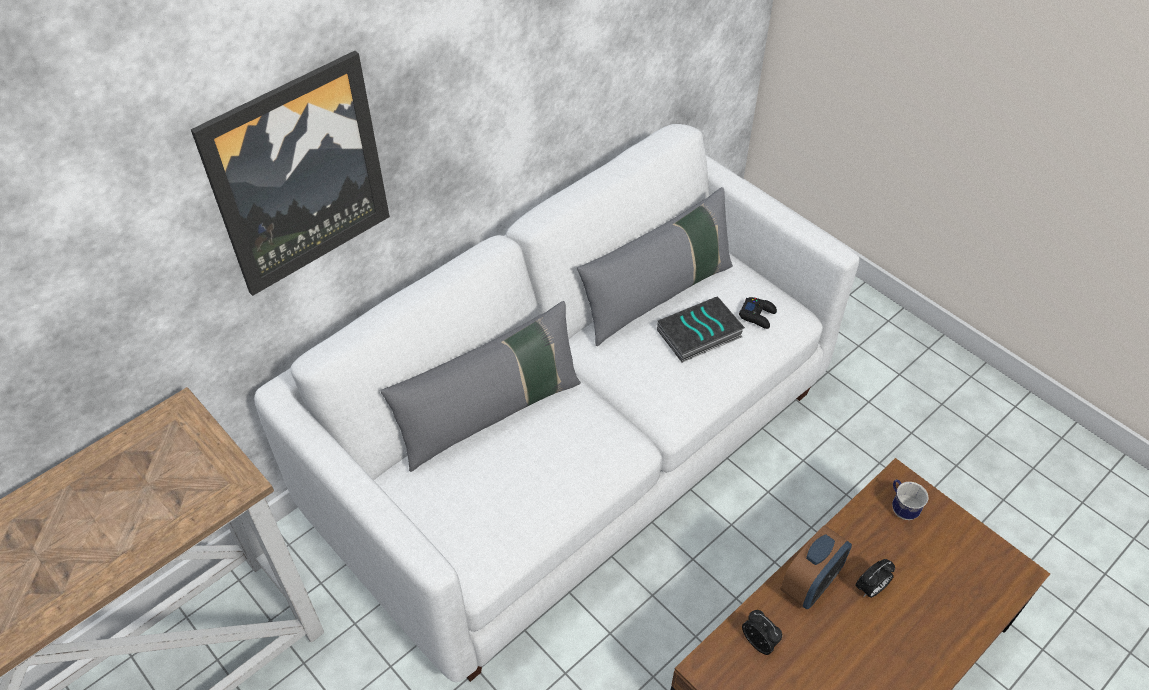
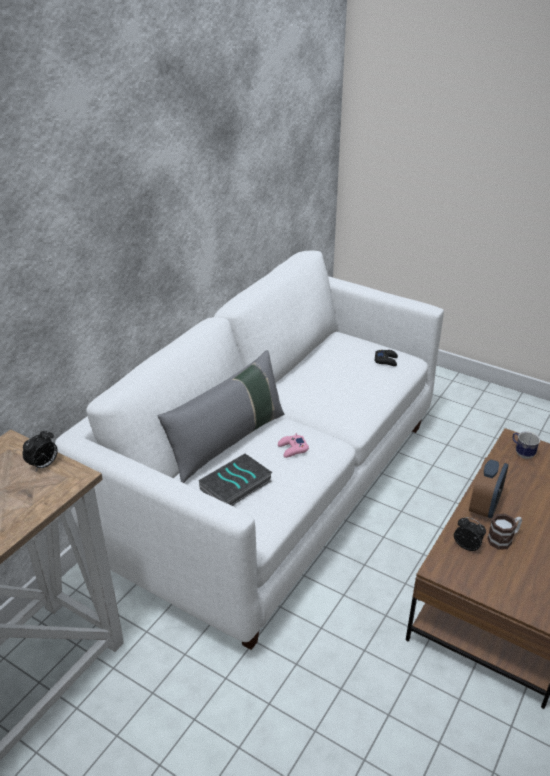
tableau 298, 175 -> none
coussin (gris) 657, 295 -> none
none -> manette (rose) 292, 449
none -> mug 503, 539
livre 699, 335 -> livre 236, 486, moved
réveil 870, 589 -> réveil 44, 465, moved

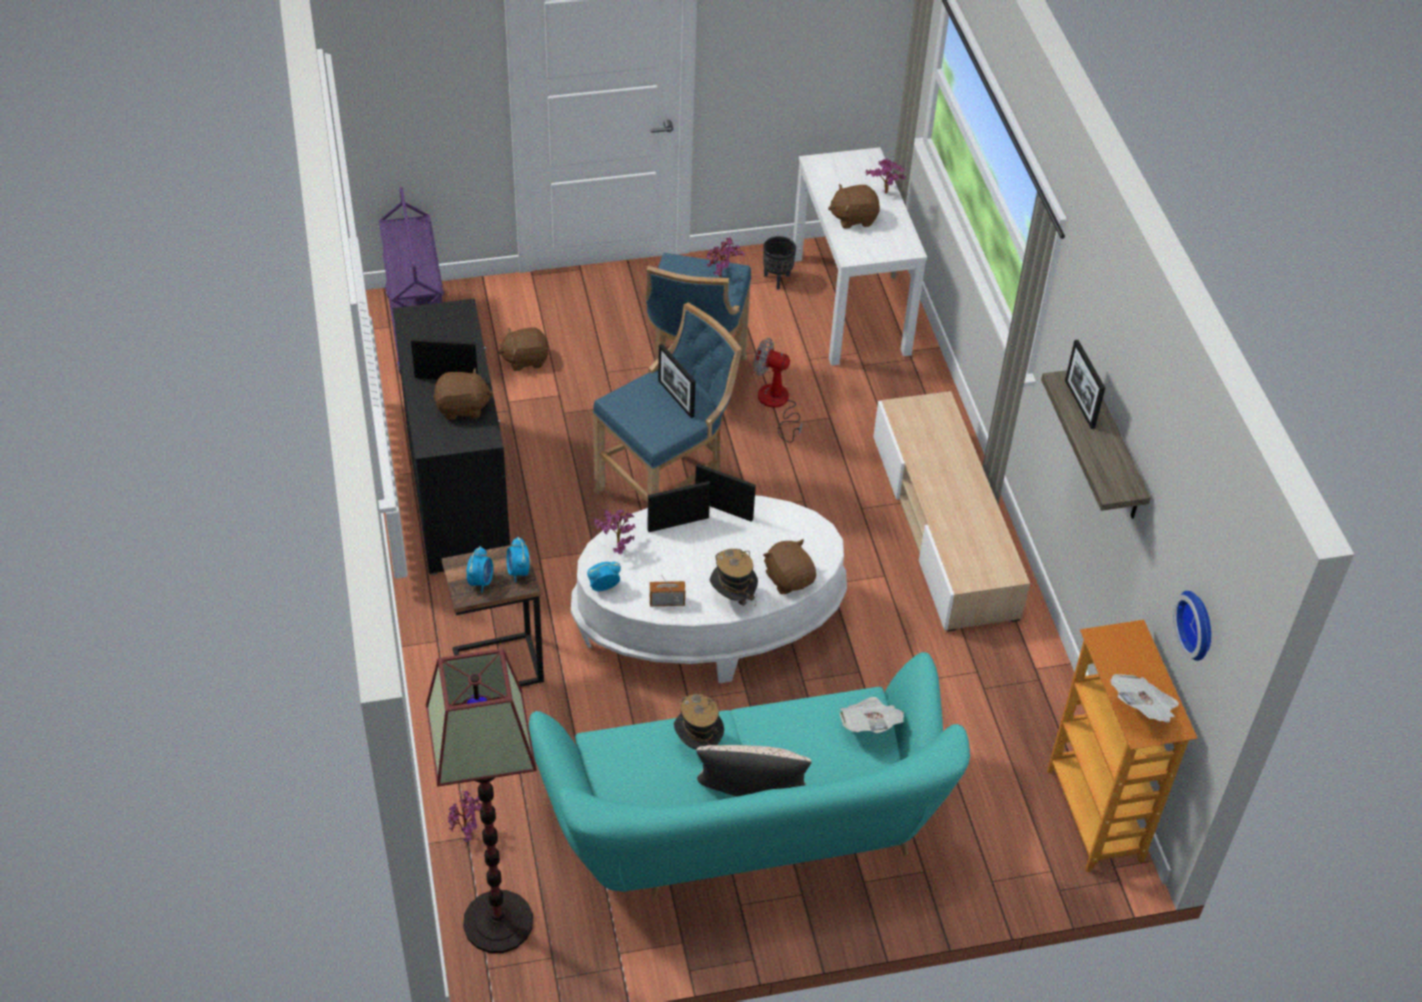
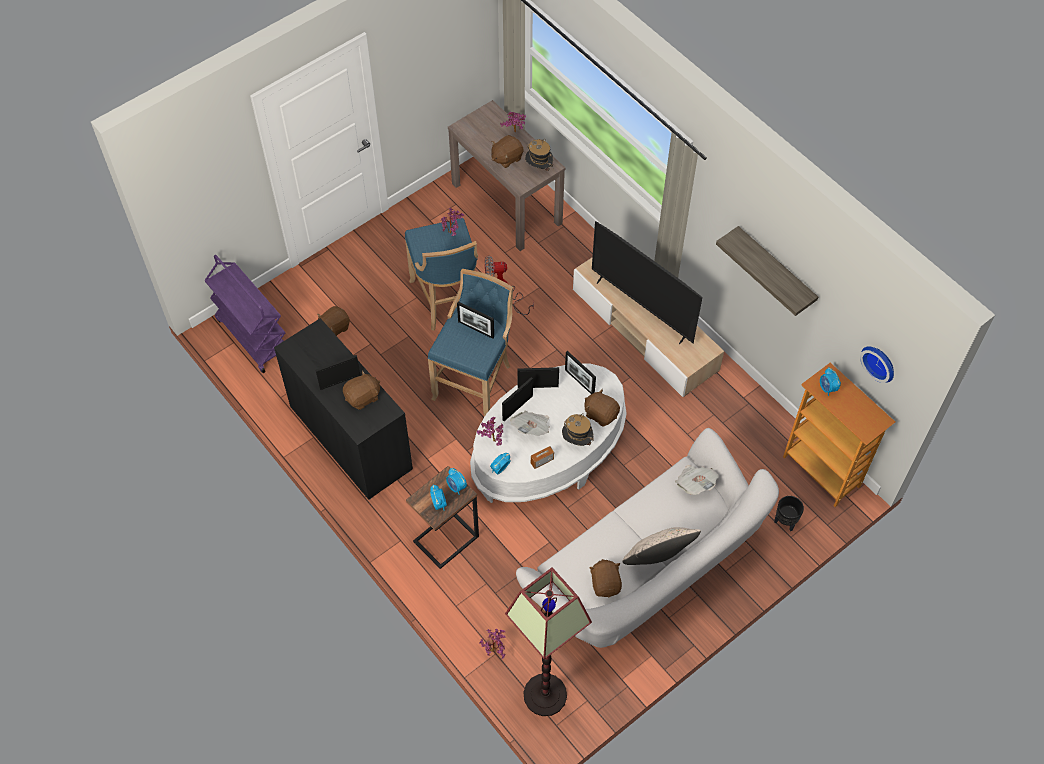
none -> peluche (marron) 605, 583
none -> téléviseur 642, 308
none -> réveil 827, 388
chapeau 698, 744 -> chapeau 539, 168, moved
cache-pot (noir) 777, 280 -> cache-pot (noir) 785, 522, moved
cadre photo 1079, 404 -> cadre photo 579, 382, moved
journal 1142, 709 -> journal 532, 428, moved
canapé (turquoise) 746, 831 -> canapé (blanc) 646, 572
table console (blanc) 850, 304 -> table console (marron) 507, 204

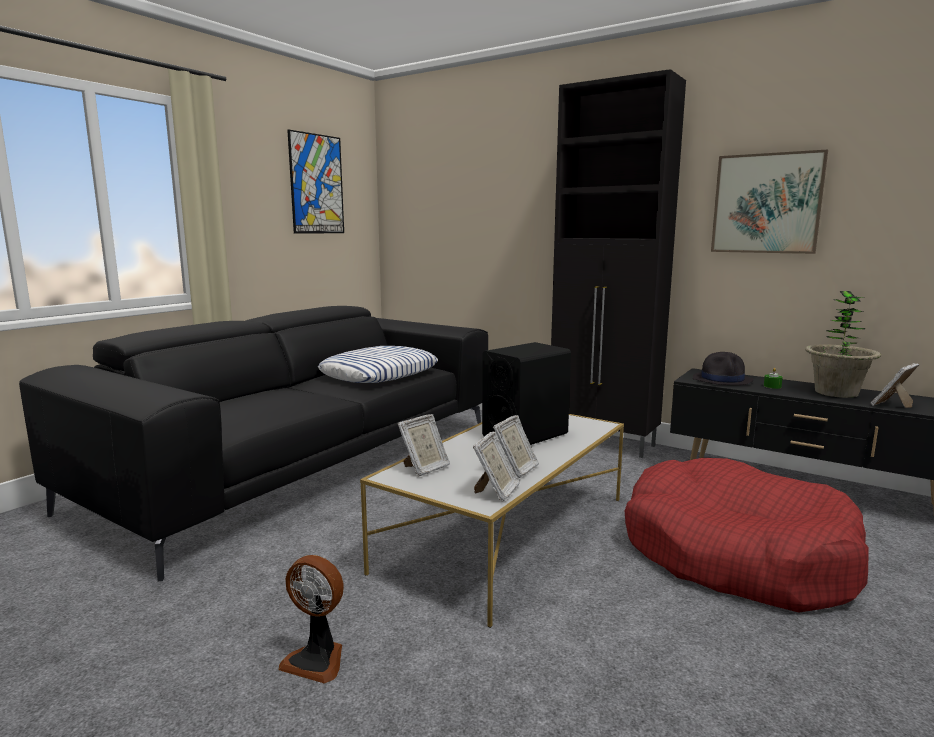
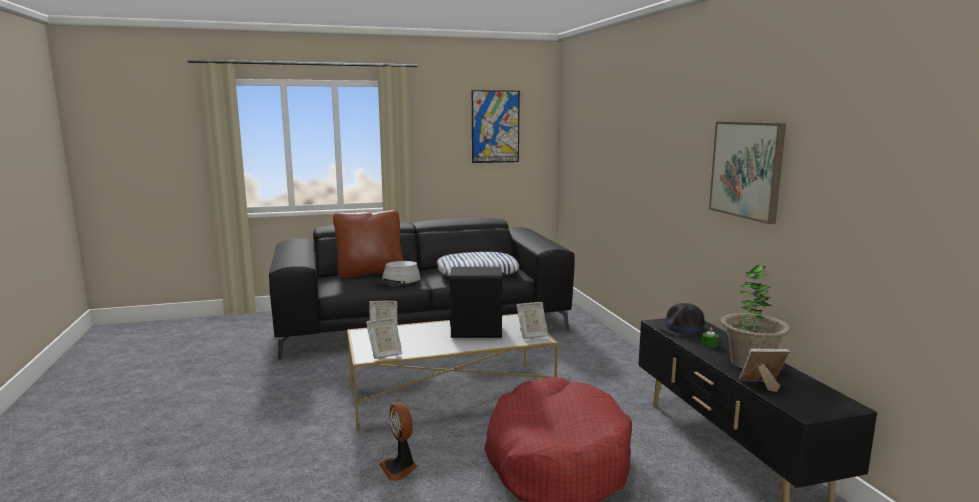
meuble de rangement (noir) 604, 443 -> none
none -> coussin (marron) 370, 272
none -> chapeau (gris) 397, 280
ventilateur 317, 660 -> ventilateur 400, 468, moved
cadre photo 515, 470 -> cadre photo 532, 335, moved

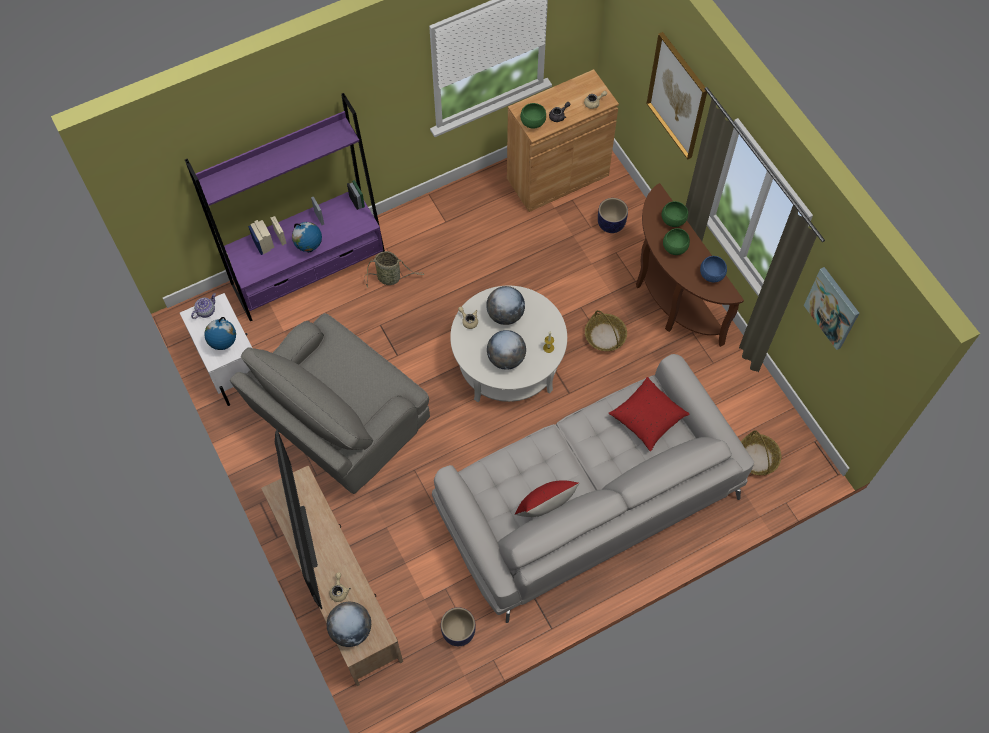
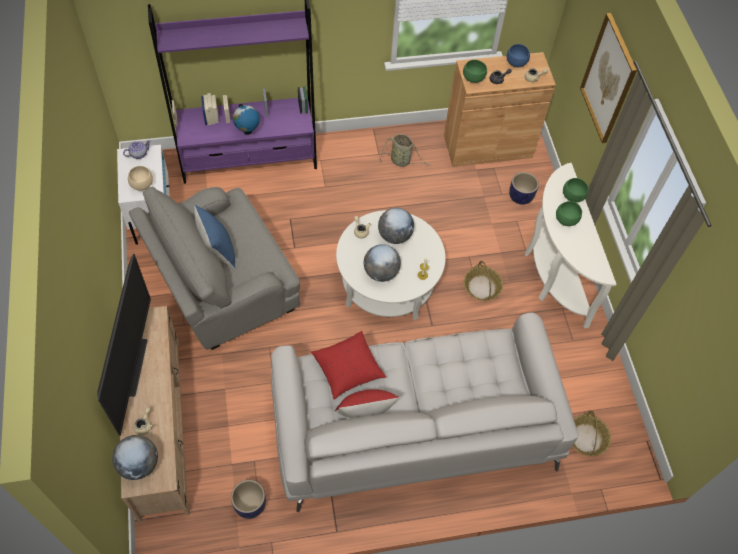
tableau 832, 308 -> none
none -> coussin (bleu) 217, 250
panier 390, 278 -> panier 401, 161, moved
coussin (rouge) 647, 418 -> coussin (rouge) 347, 369, moved
bol (bleu) 712, 275 -> bol (bleu) 516, 63, moved
globe 224, 345 -> bol (beige) 141, 185
table console (marron) 670, 298 -> table console (blanc) 552, 273

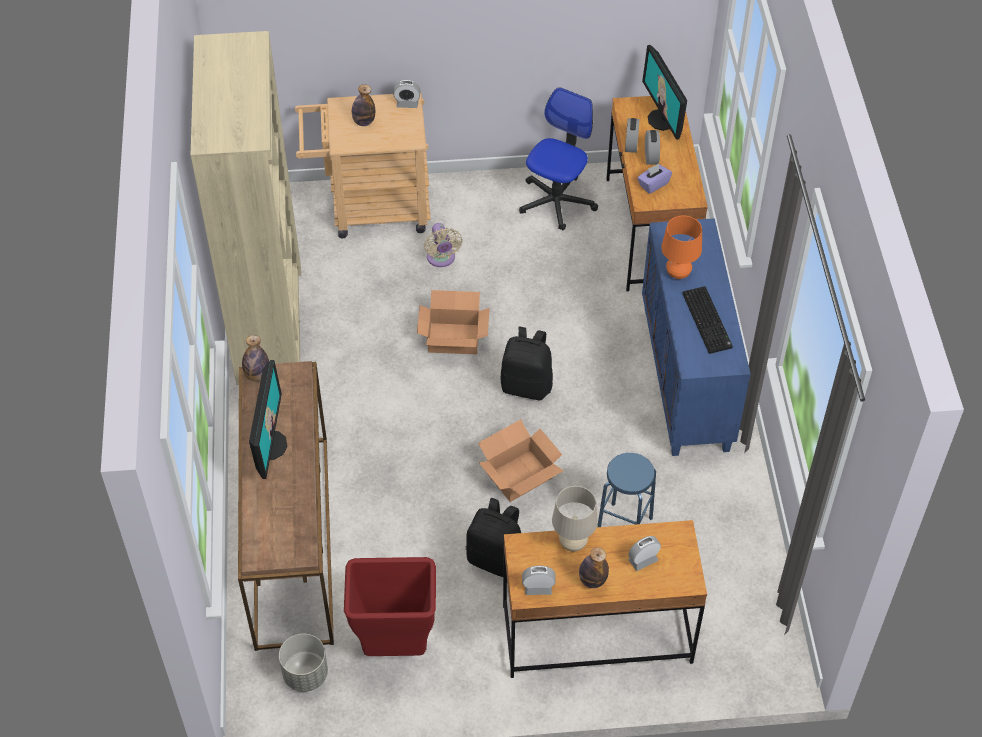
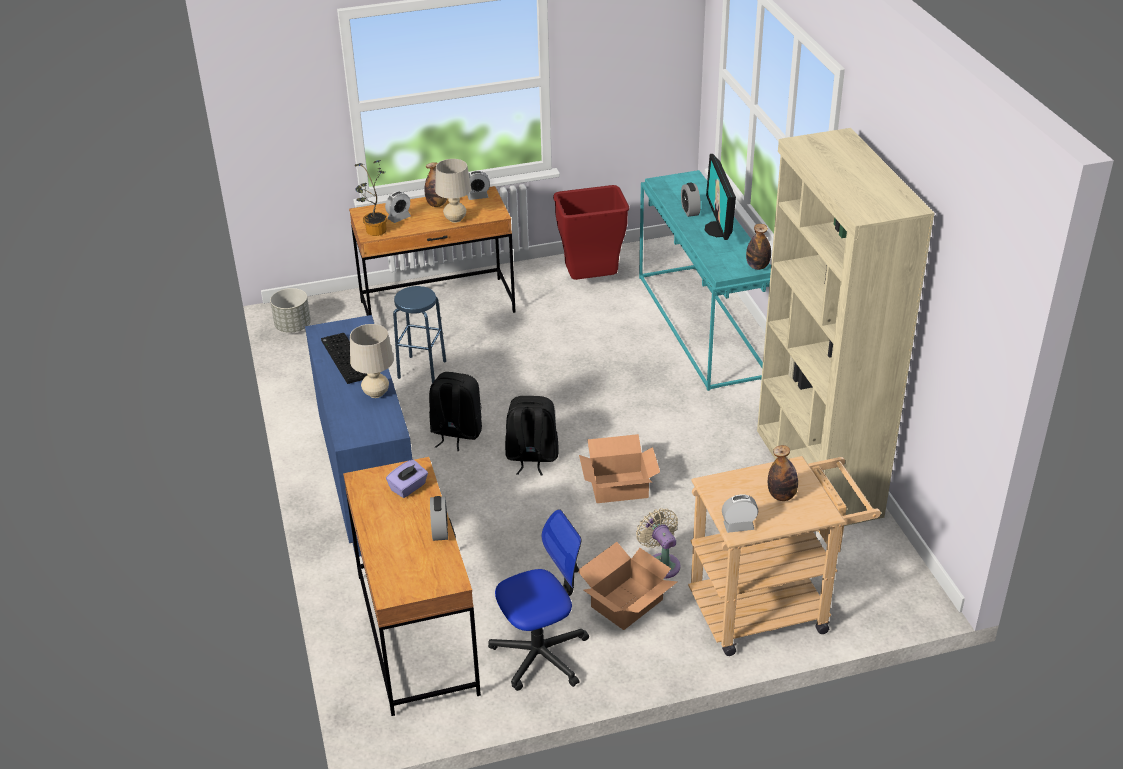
écran d'ordinateur 662, 120 -> none
none -> plante en pot 374, 232
cache-pot (gris) 305, 674 -> cache-pot (gris) 293, 326, moved
sac à dos (noir) 496, 558 -> sac à dos (noir) 455, 433, moved
carton 519, 476 -> carton 628, 603, moved
réveil 651, 156 -> réveil 690, 211, moved
table console (marron) 290, 539 -> table console (turquoise) 703, 326
lampe de table (orange) 678, 274 -> lampe de table (beige) 376, 393
chaise de bureau 556, 202 -> chaise de bureau 540, 654, 135 degrees counterclockwise

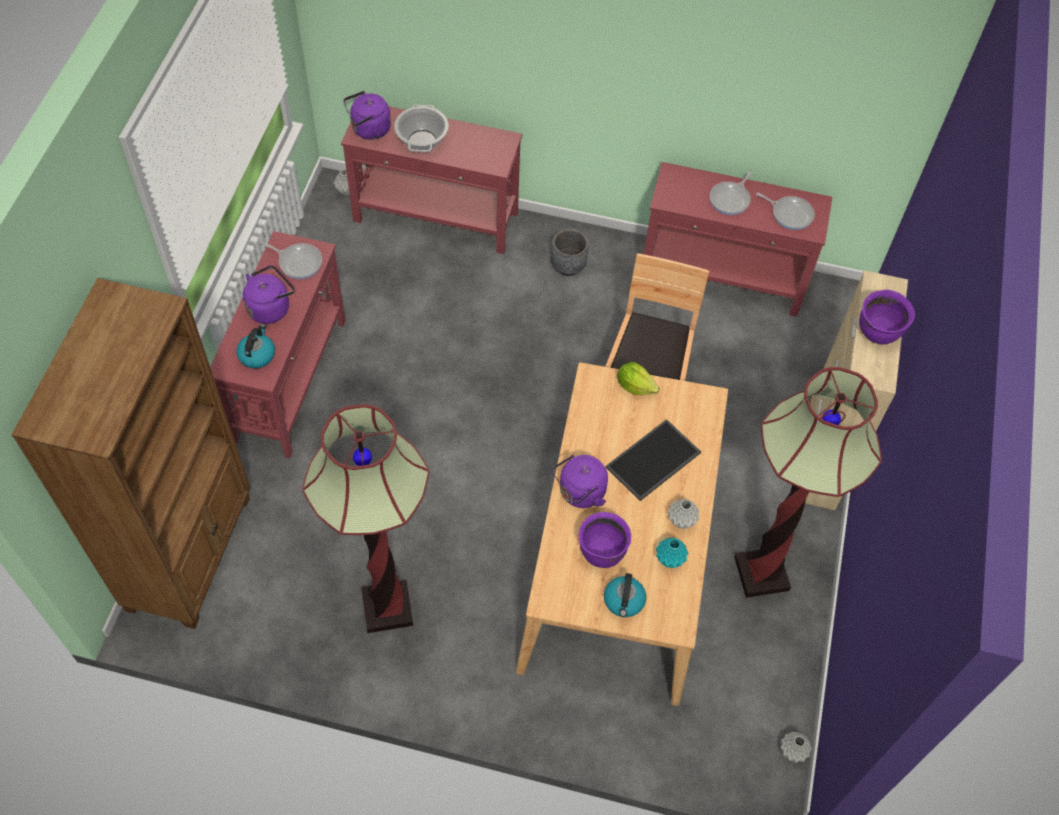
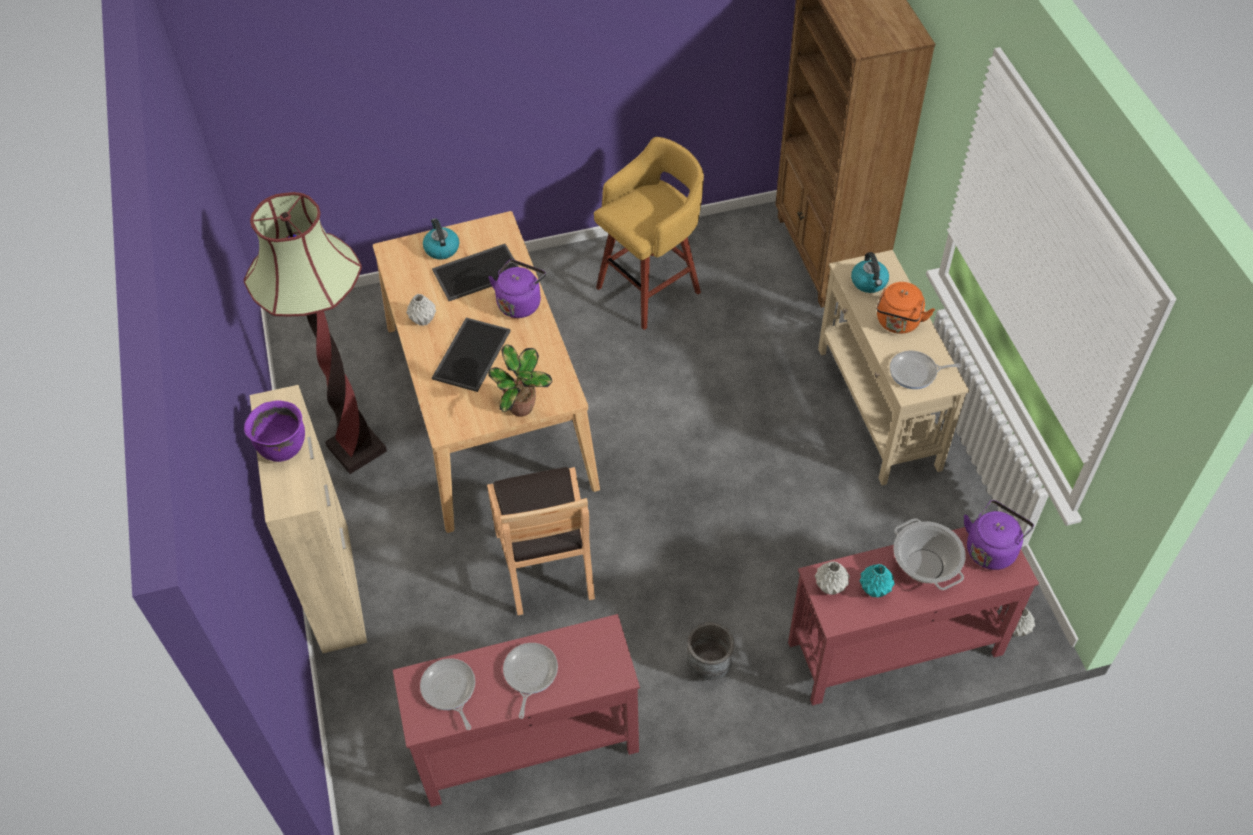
vase (turquoise) 669, 560 -> vase (turquoise) 874, 589, moved
vase (gris) 792, 752 -> vase (gris) 830, 586, moved
lampadaire 387, 608 -> tabouret (jaune) 651, 288
marmite (violet) 601, 551 -> plateau 477, 271
laitue 635, 386 -> plante en pot 522, 408
table console (rouge) 291, 379 -> table console (beige) 877, 408
bouilloire (violet) 271, 307 -> bouilloire (orange) 898, 323
poêle 790, 214 -> poêle 449, 690, 60 degrees clockwise

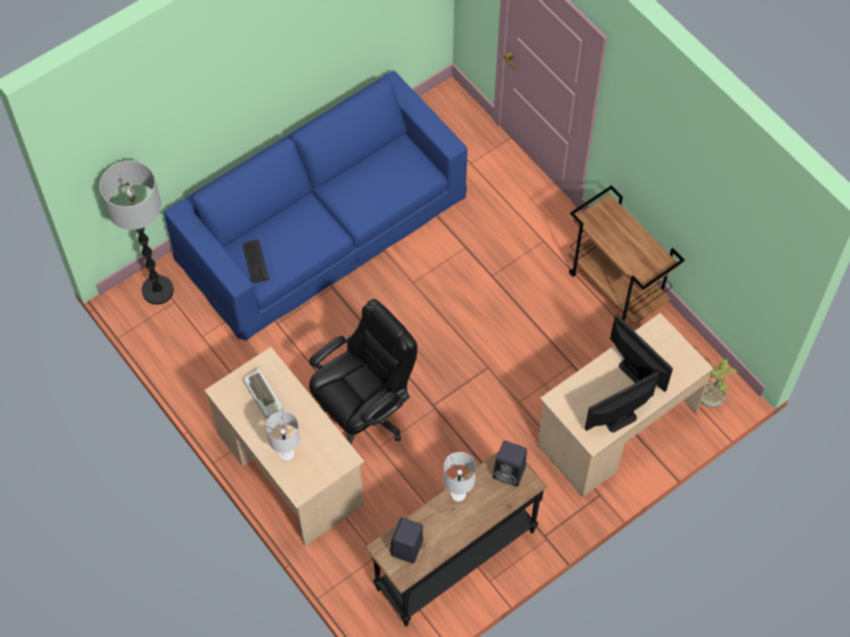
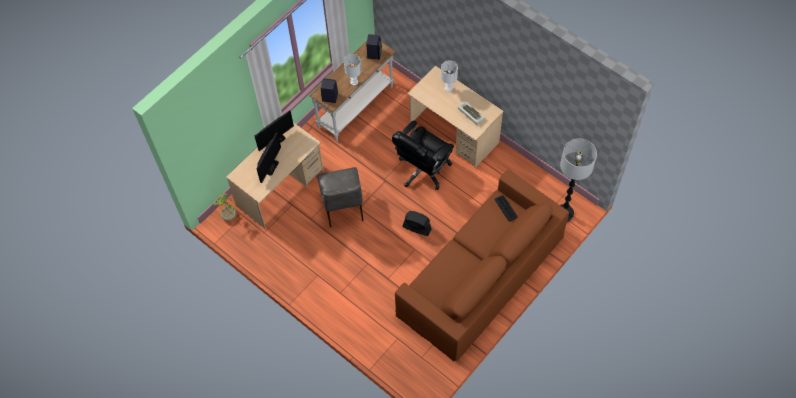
chariot (marron) 617, 288 -> none
none -> chaise (gris) 343, 207
none -> ventilateur (noir) 416, 228
canapé (bleu) 322, 225 -> canapé (marron) 480, 274
table console (noir) 454, 559 -> table console (blanc) 356, 107
écran d'ordinateur 635, 370 -> écran d'ordinateur 270, 167, 105 degrees counterclockwise

